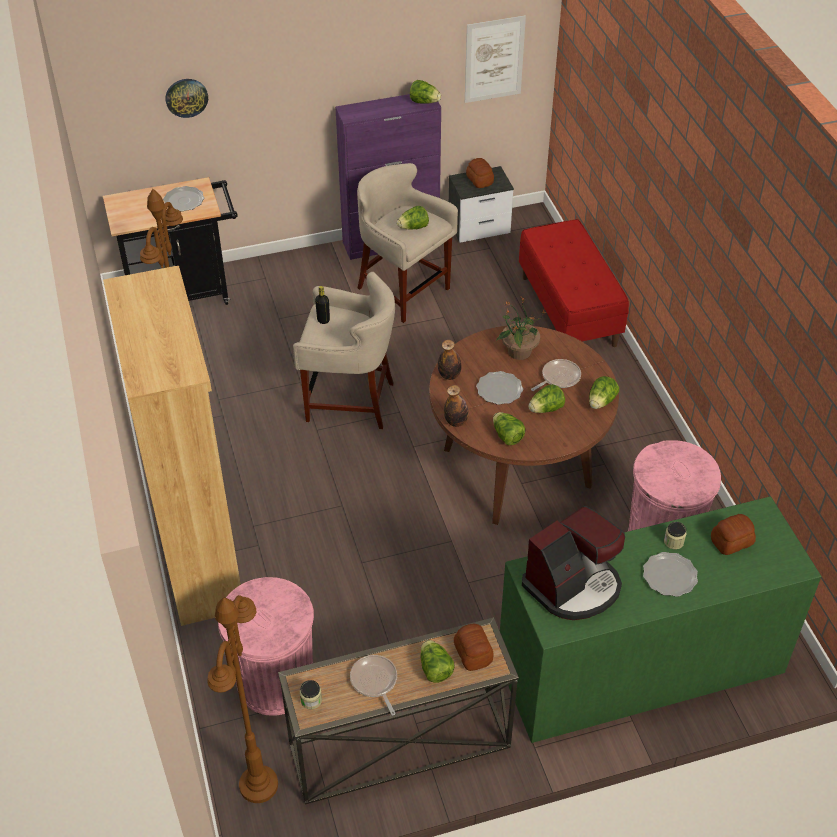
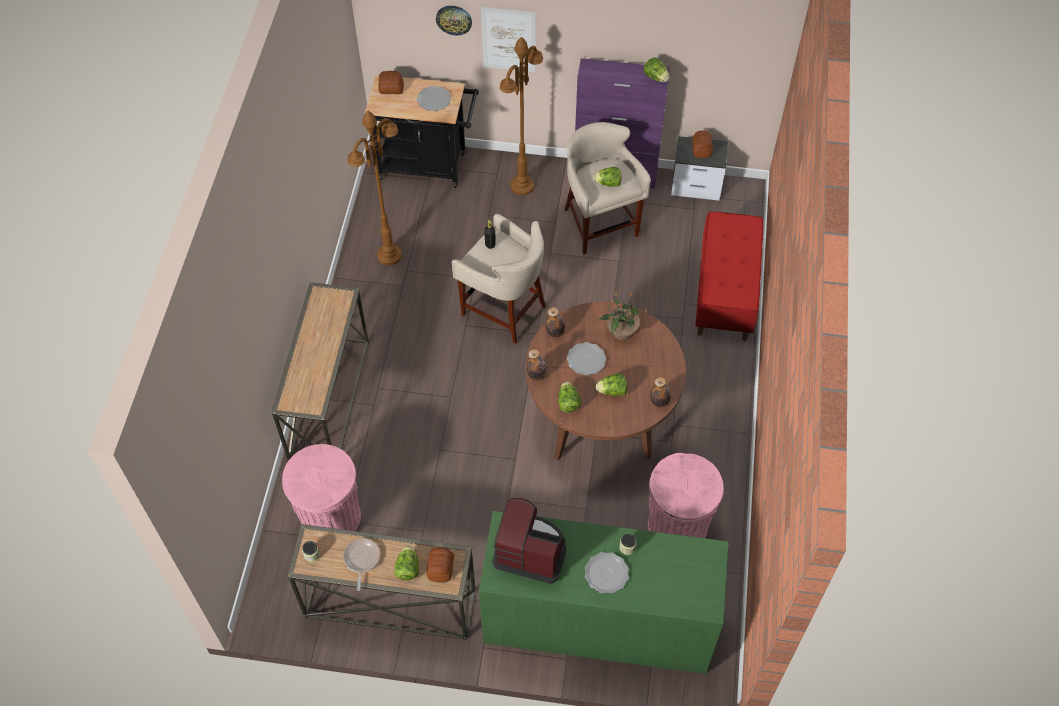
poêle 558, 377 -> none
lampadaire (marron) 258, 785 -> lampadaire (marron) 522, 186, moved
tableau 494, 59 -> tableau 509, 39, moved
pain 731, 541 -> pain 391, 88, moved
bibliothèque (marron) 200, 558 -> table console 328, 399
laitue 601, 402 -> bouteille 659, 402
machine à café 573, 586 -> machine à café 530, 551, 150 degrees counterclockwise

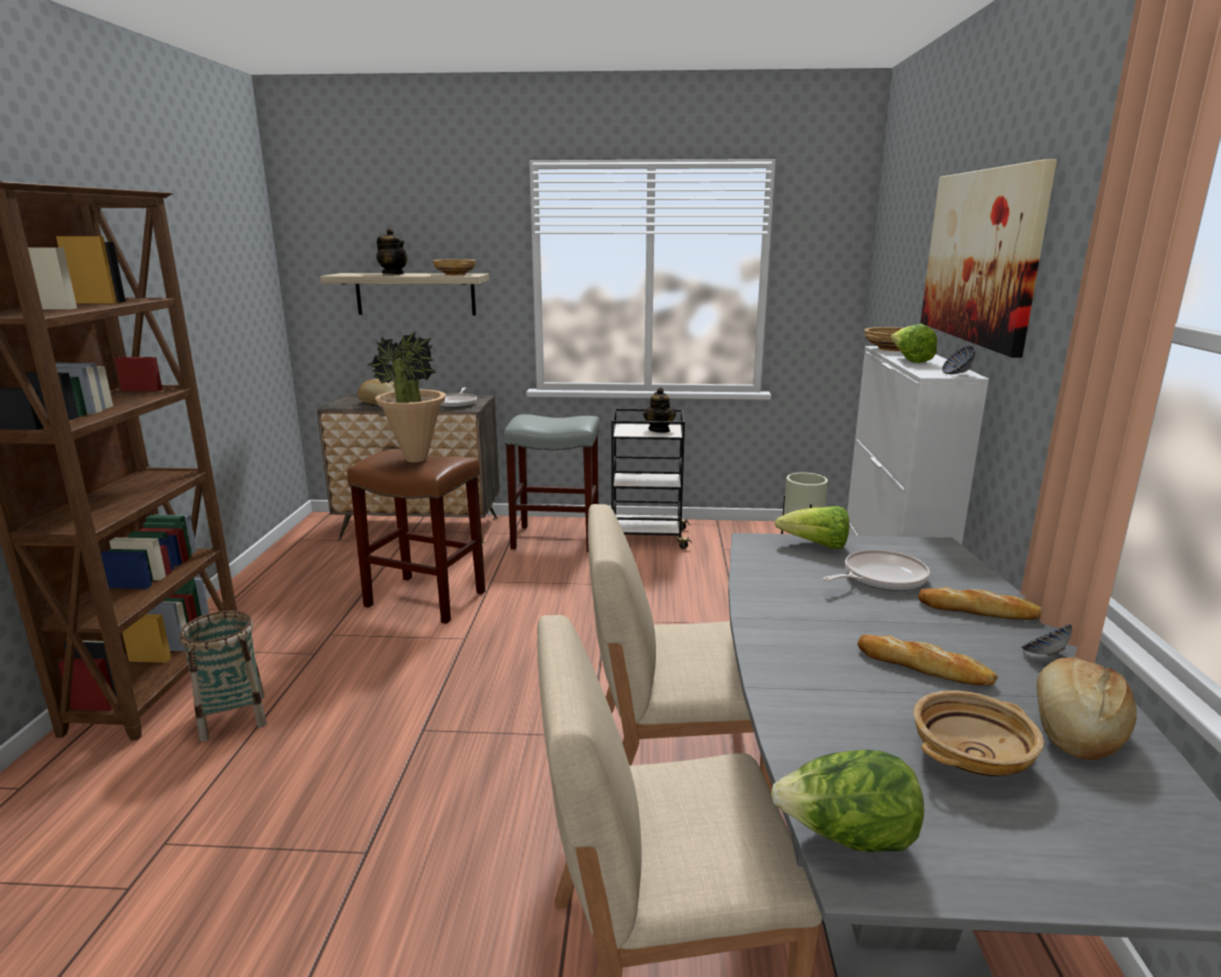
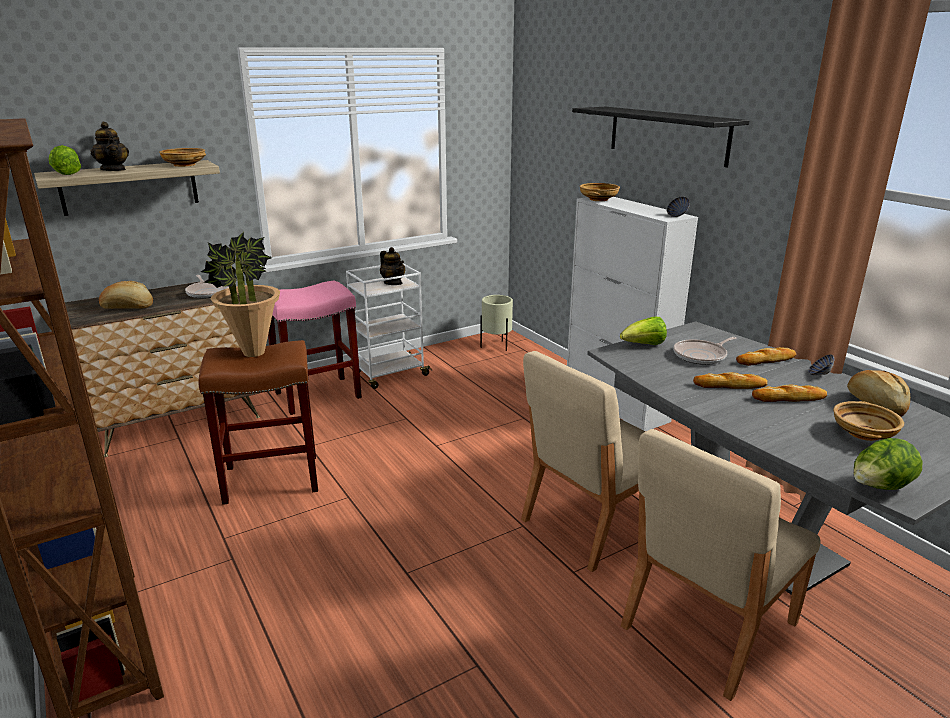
panier 233, 717 -> none
none -> pain 730, 385
laitue 909, 360 -> laitue 65, 173, moved
tableau 981, 256 -> étagère (noir) 667, 135
tabouret (gris) 557, 538 -> tabouret (rose) 319, 394
chariot (noir) 647, 537 -> chariot (blanc) 389, 374
théière 393, 274 -> théière 114, 170, 45 degrees clockwise
poêle 880, 577 -> poêle 701, 356, 150 degrees counterclockwise

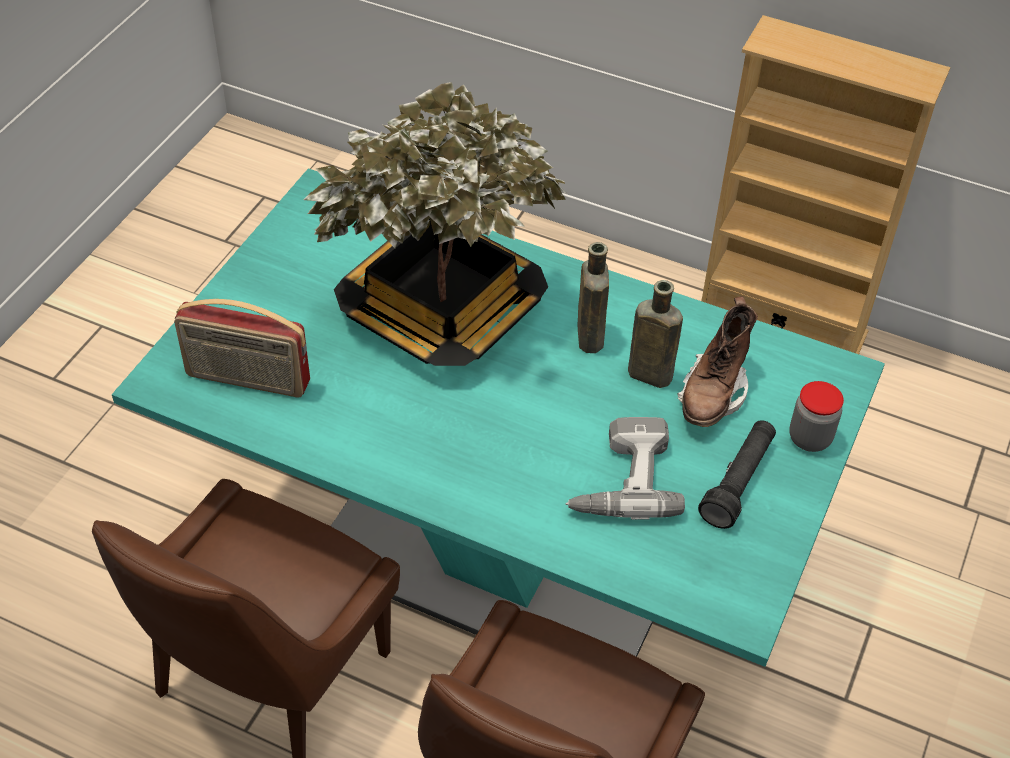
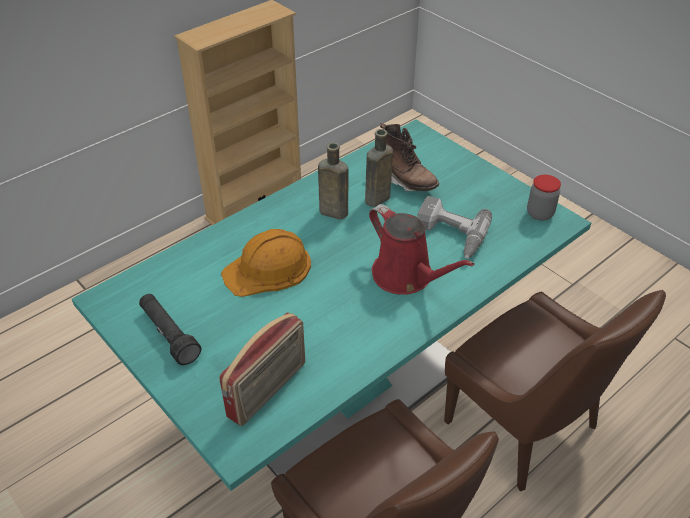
none -> arrosoir (rouge) 406, 276
lampe de poche (noir) 738, 482 -> lampe de poche (noir) 169, 335, moved
bocal 809, 438 -> bocal 539, 214, moved
plante en pot 442, 310 -> casque de chantier (orange) 268, 269

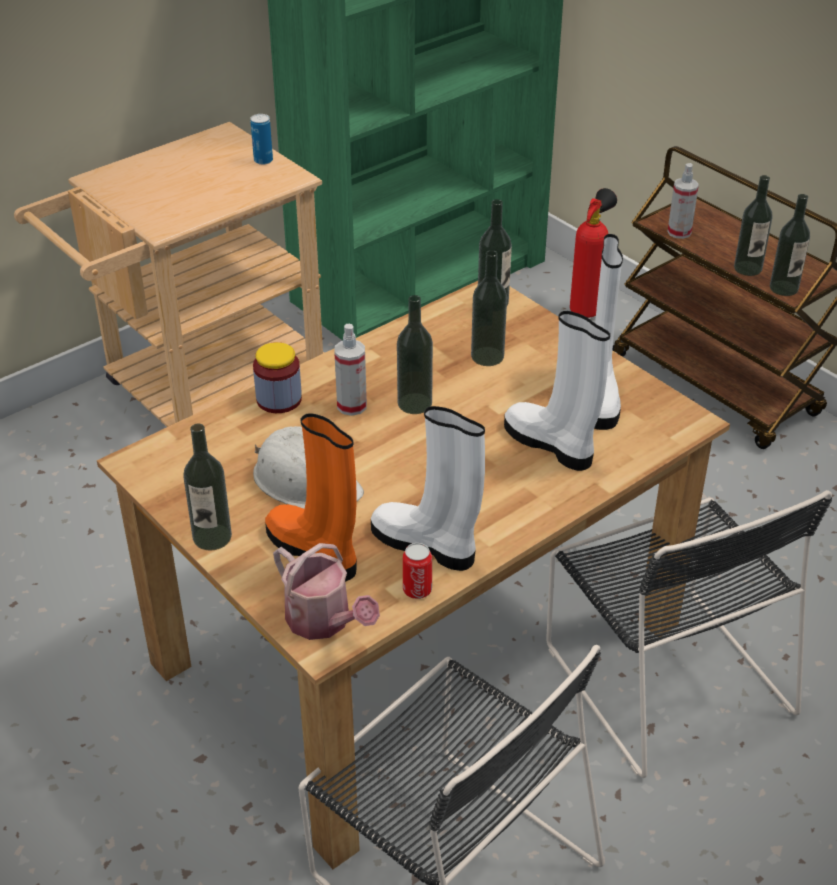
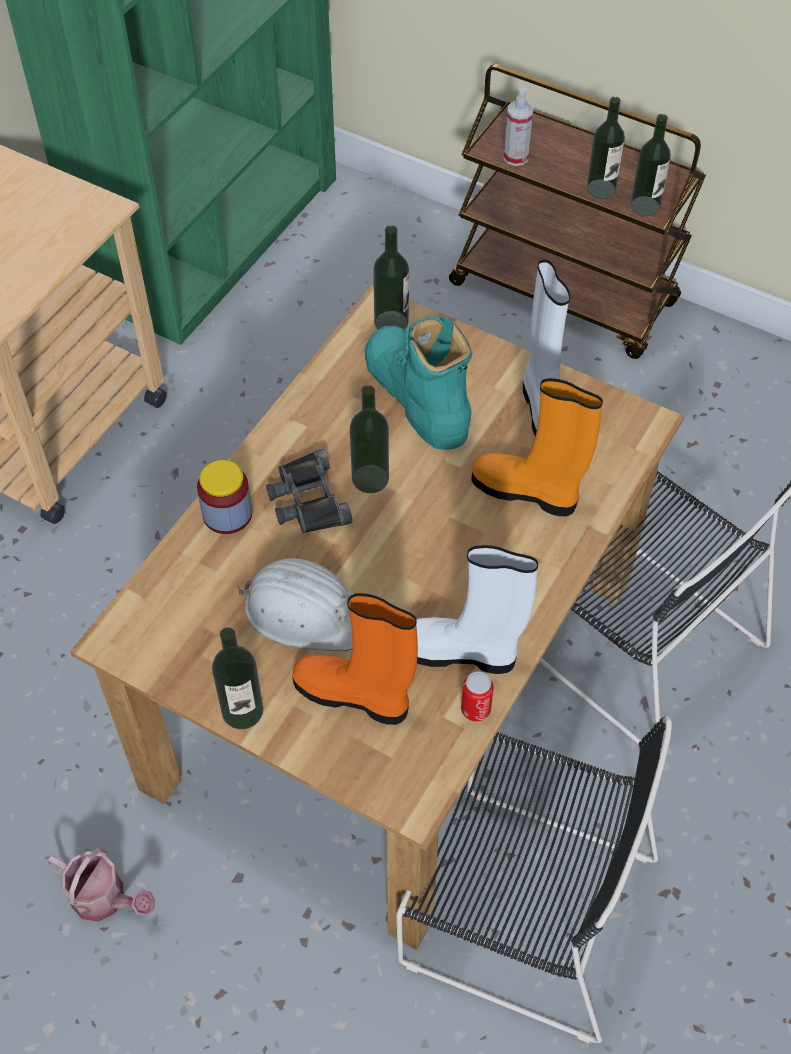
boîte métallique 263, 161 -> none
extincteur 587, 309 -> none
arrosoir 324, 622 -> arrosoir 105, 899, moved
vaporisateur 352, 406 -> jumelles (noir) 307, 500
bouteille 487, 356 -> botte (turquoise) 416, 396
botte (blanc) 551, 445 -> botte (orange) 527, 492

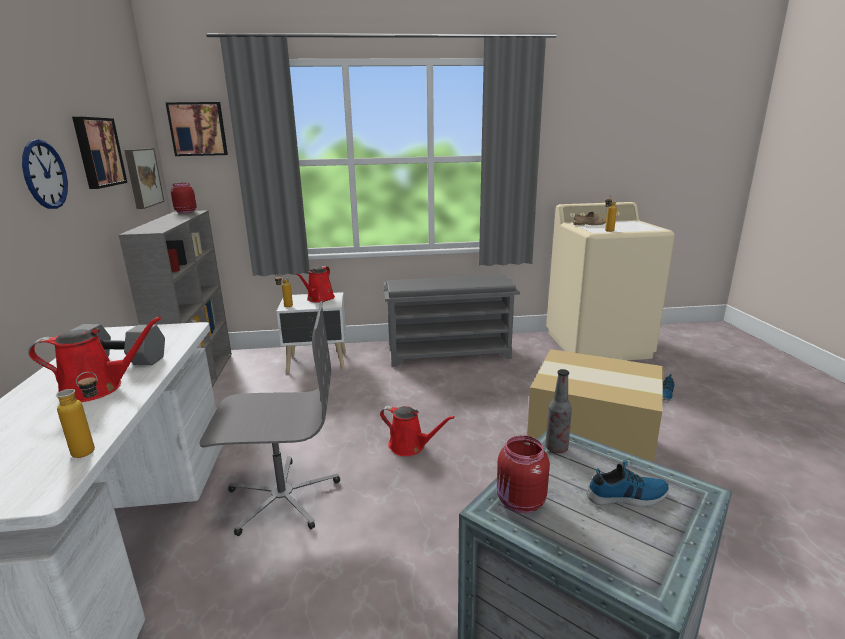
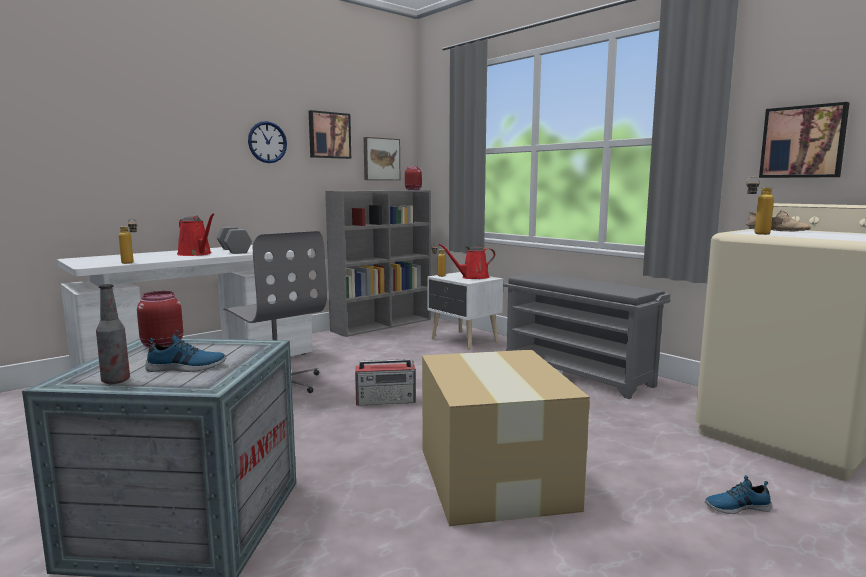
tableau 198, 129 -> tableau 803, 142, moved
bouteille 556, 448 -> bouteille 116, 381, moved
arrosoir (rouge) 410, 446 -> radio 386, 401
chaussure 627, 496 -> chaussure 186, 367, 60 degrees counterclockwise

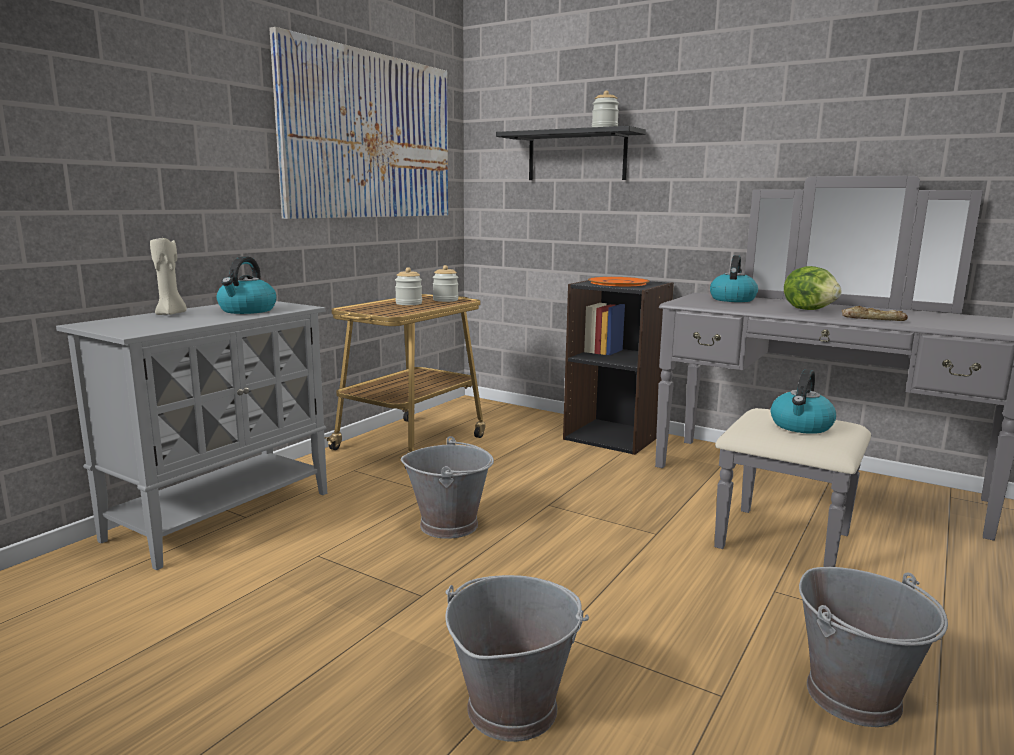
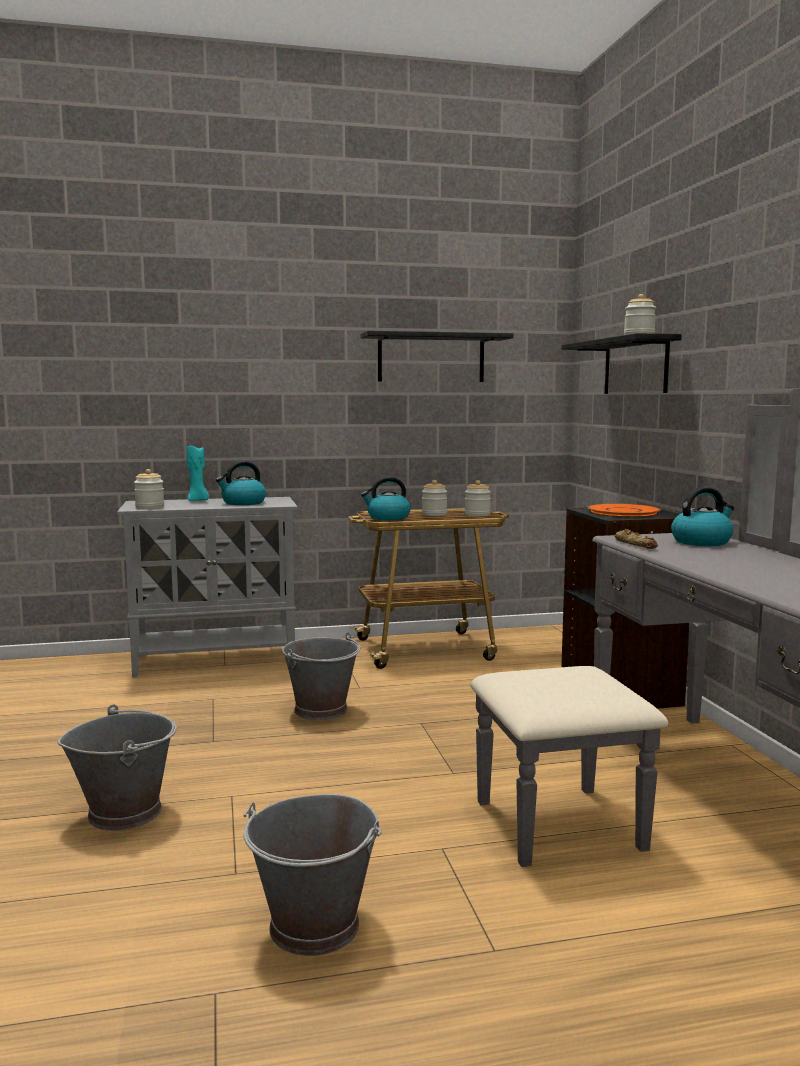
laitue 809, 309 -> none
none -> bocal 149, 507
bouilloire 801, 426 -> bouilloire 387, 518, moved
pain 873, 319 -> pain 635, 544, moved
tableau 370, 136 -> étagère (noir) 431, 358
bougie (beige) 171, 314 -> bougie (turquoise) 198, 500

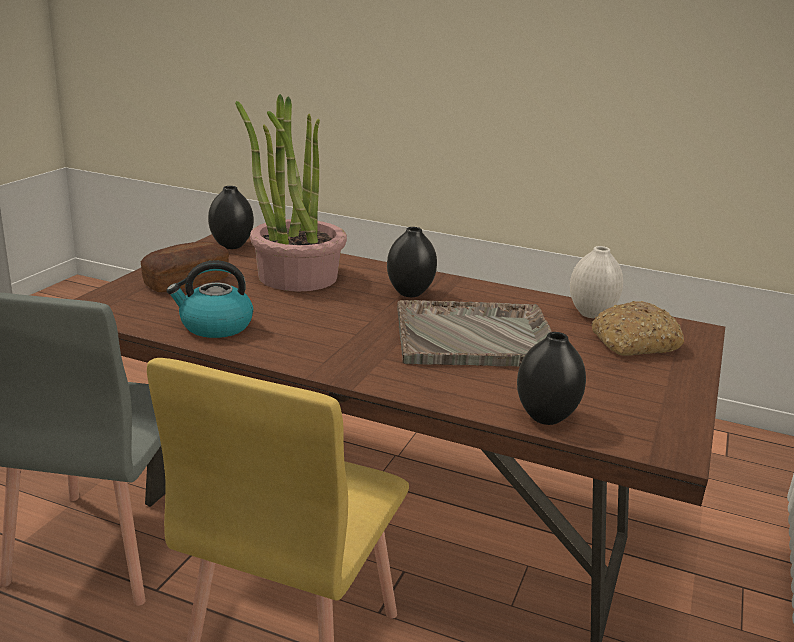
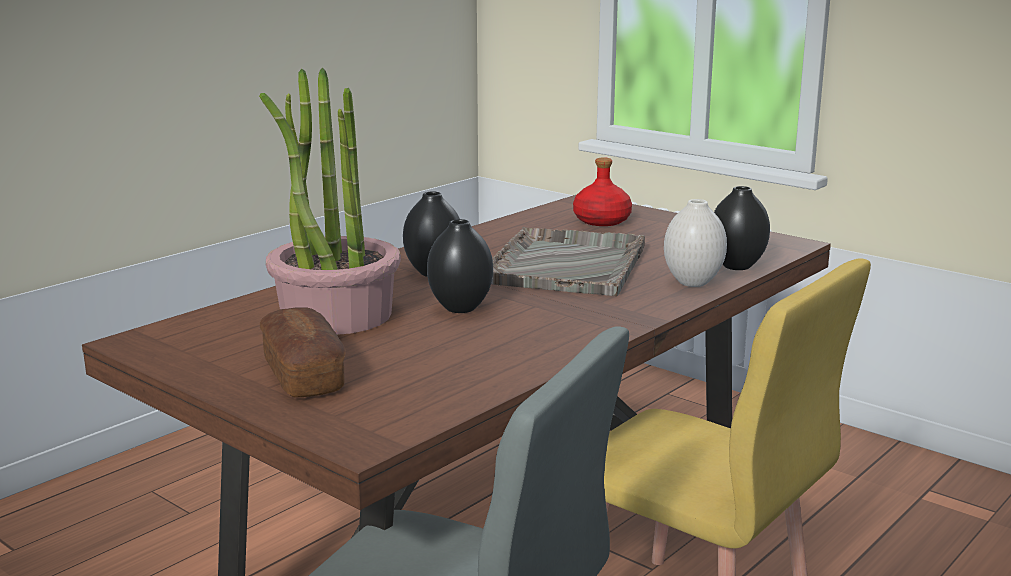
bouilloire 215, 326 -> none
vase (noir) 231, 246 -> vase (noir) 460, 308, moved
vase (blanc) 592, 314 -> vase (blanc) 693, 282, moved
pain 634, 343 -> bouteille (rouge) 602, 221

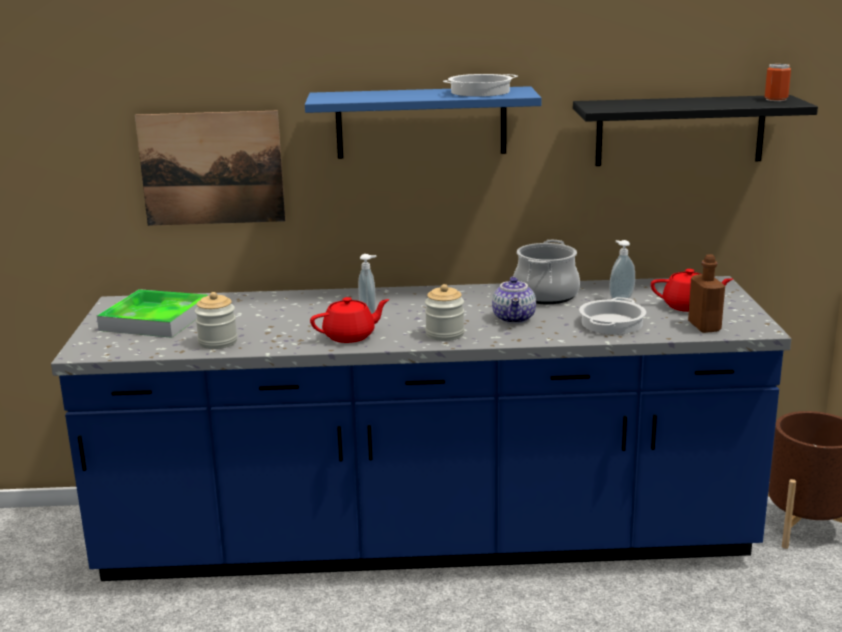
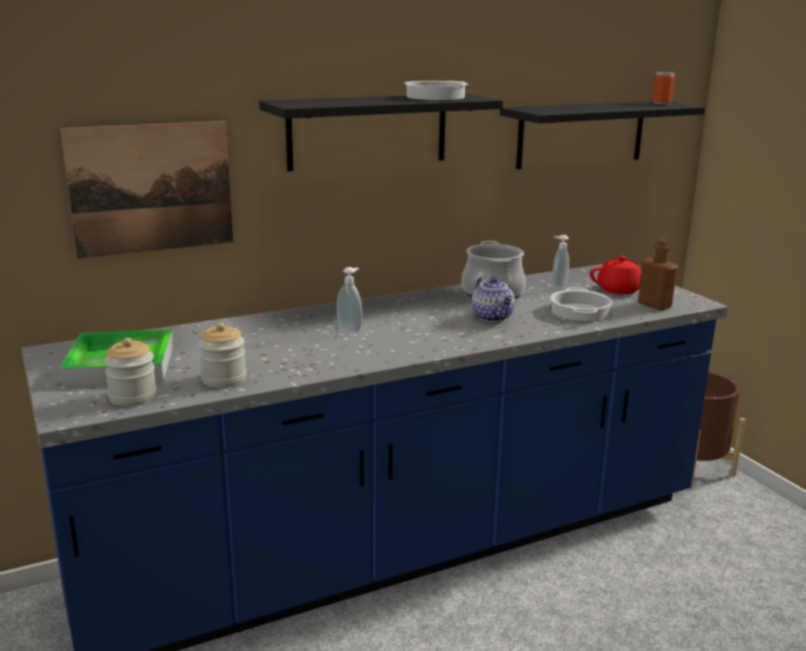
théière (rouge) 350, 336 -> none
bocal 445, 334 -> bocal 133, 397, moved
étagère (bleu) 421, 122 -> étagère (noir) 368, 131

